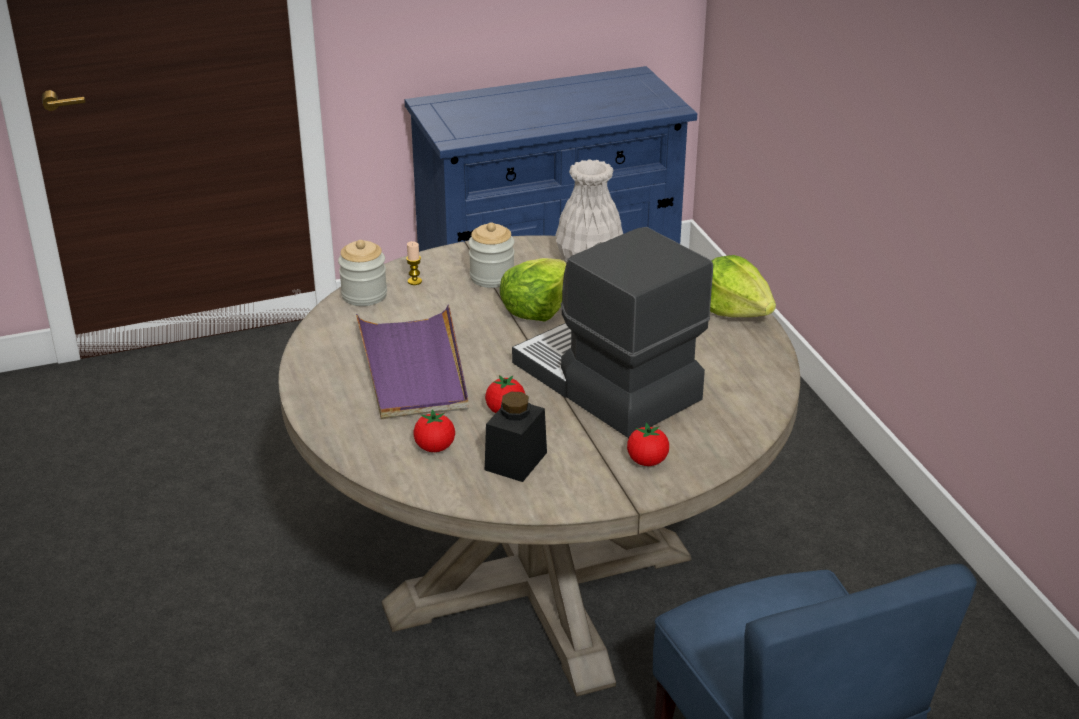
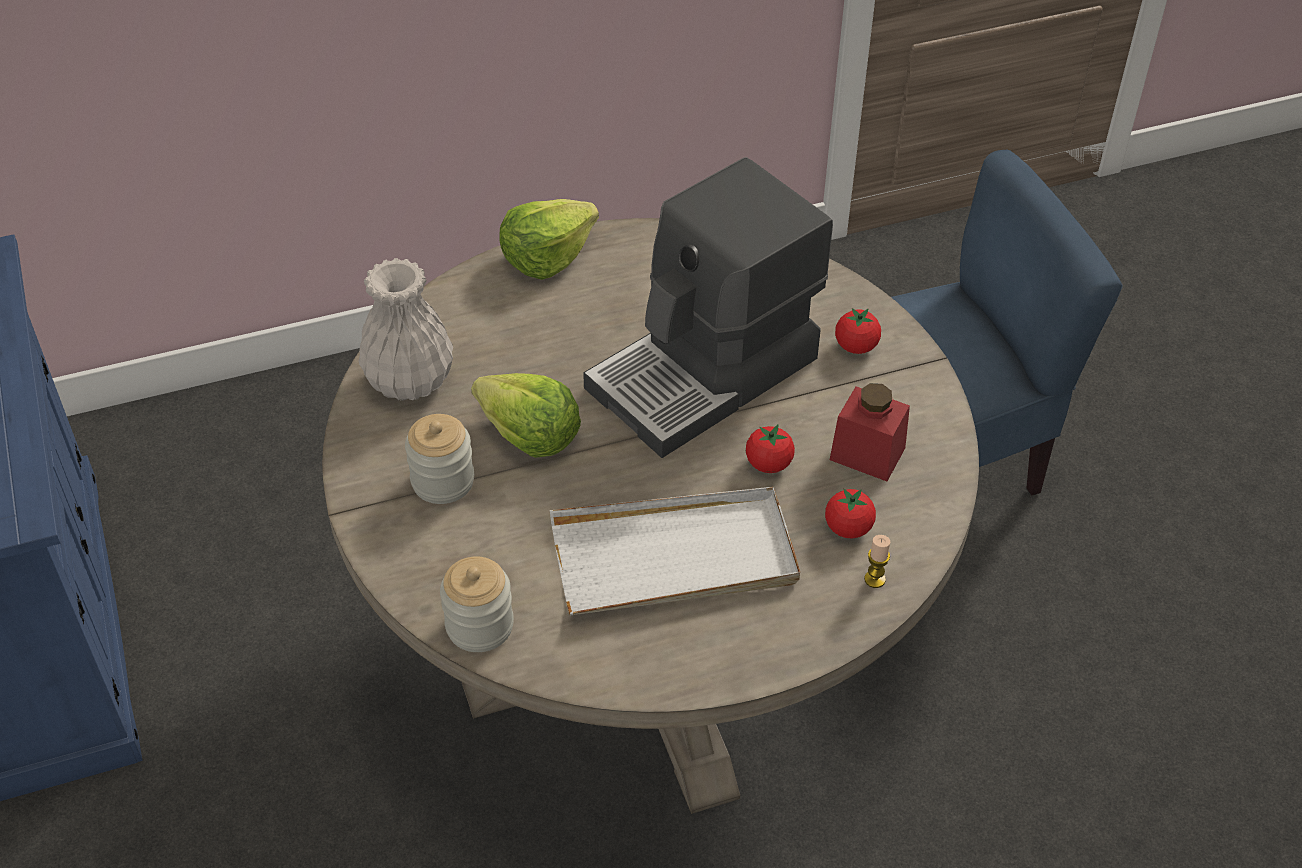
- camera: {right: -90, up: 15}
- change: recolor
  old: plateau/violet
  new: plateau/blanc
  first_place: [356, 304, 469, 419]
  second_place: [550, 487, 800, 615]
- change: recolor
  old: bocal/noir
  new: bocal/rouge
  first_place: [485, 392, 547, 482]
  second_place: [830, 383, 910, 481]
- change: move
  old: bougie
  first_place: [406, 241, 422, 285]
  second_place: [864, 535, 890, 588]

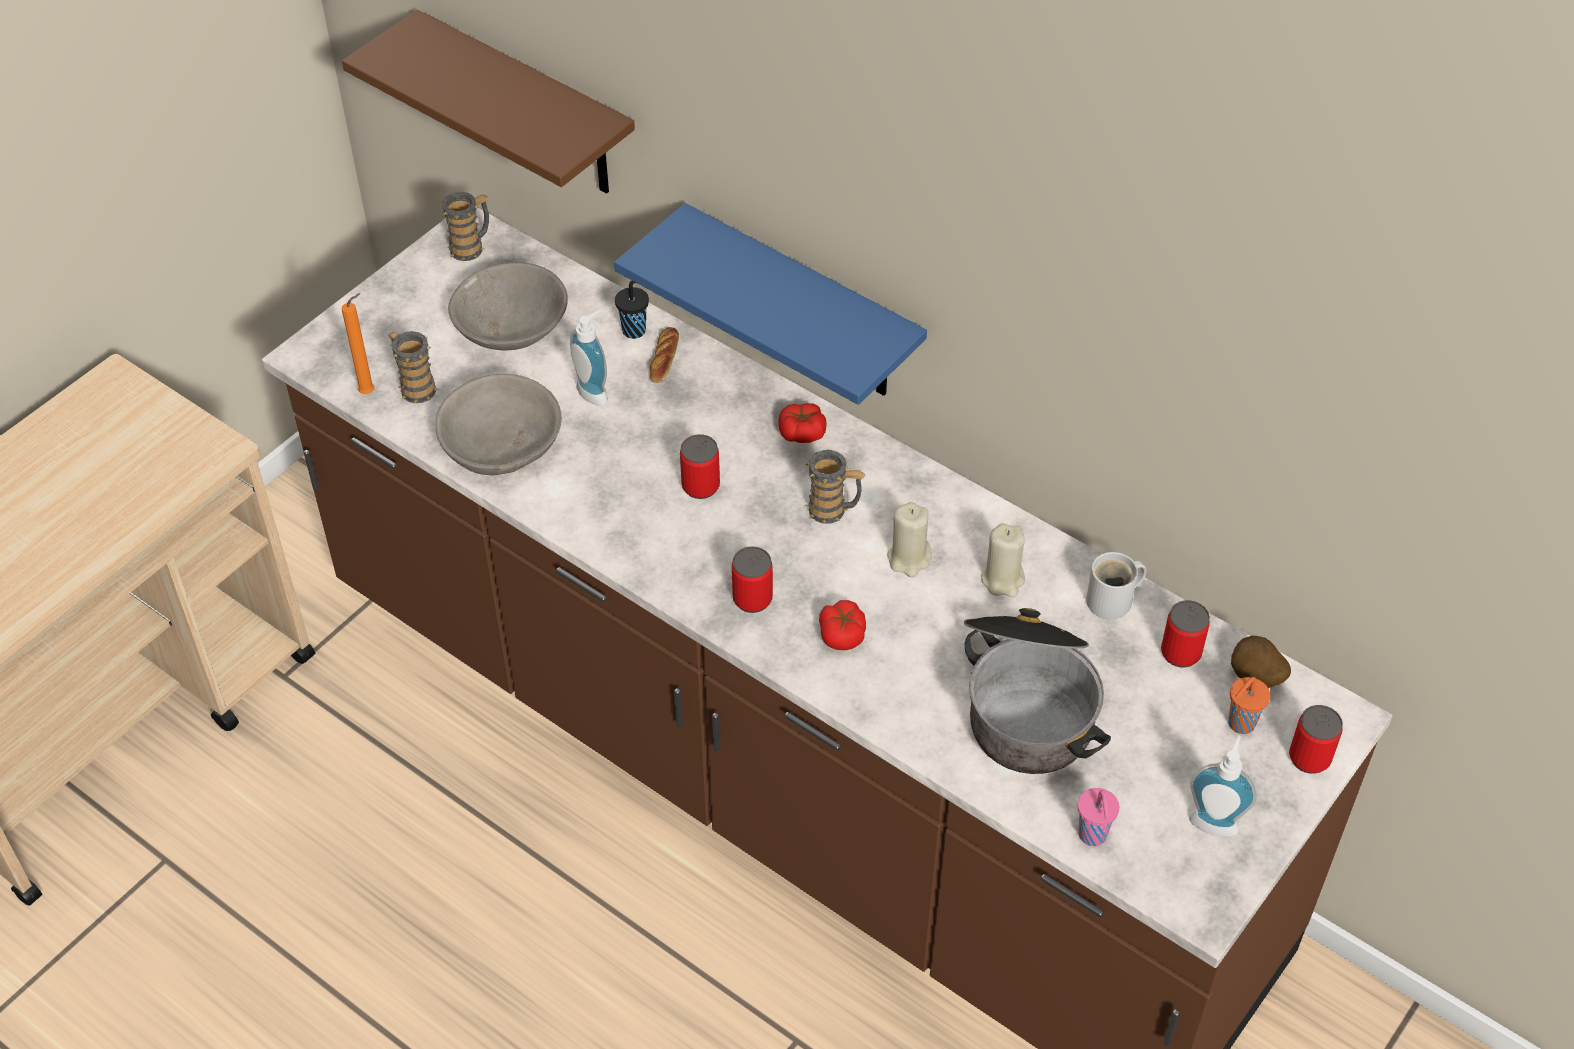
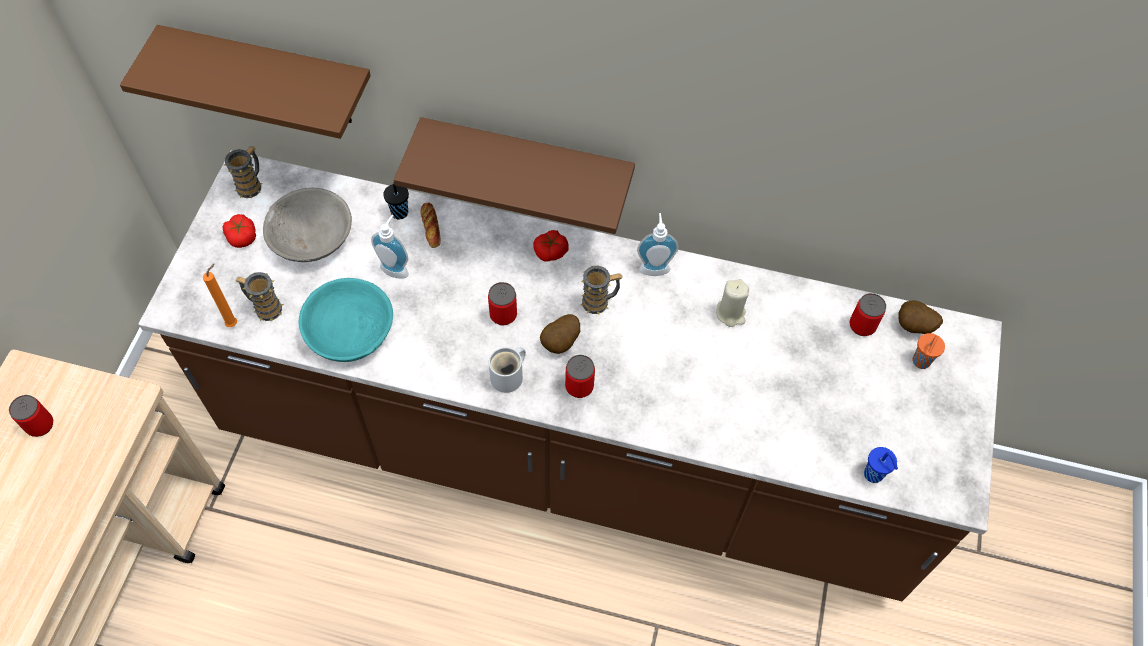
- camera: {right: -25, up: 10}
- change: move
  old: boîte métallique
  first_place: [1289, 705, 1343, 774]
  second_place: [9, 395, 53, 437]
- change: move
  old: tomate
  first_place: [819, 600, 866, 650]
  second_place: [223, 214, 256, 248]
- change: recolor
  old: bol/gris
  new: bol/turquoise
  first_place: [435, 374, 562, 475]
  second_place: [299, 278, 393, 362]
- change: recolor
  old: étagère/bleu
  new: étagère/marron
  first_place: [614, 203, 927, 405]
  second_place: [394, 117, 635, 234]
- change: move
  old: mug/blanc
  first_place: [1086, 552, 1147, 619]
  second_place: [489, 347, 526, 393]
- change: insert
  new: pomme de terre
  second_place: [540, 314, 580, 354]
- change: move
  old: distributeur de savon
  first_place: [1189, 735, 1257, 837]
  second_place: [637, 213, 679, 276]
- change: recolor
  old: tasse/rose
  new: tasse/bleu
  first_place: [1078, 788, 1119, 846]
  second_place: [864, 447, 898, 483]
- change: delete
  old: bougie/beige
  first_place: [887, 502, 932, 577]
- change: delete
  old: marmite
  first_place: [964, 608, 1111, 774]

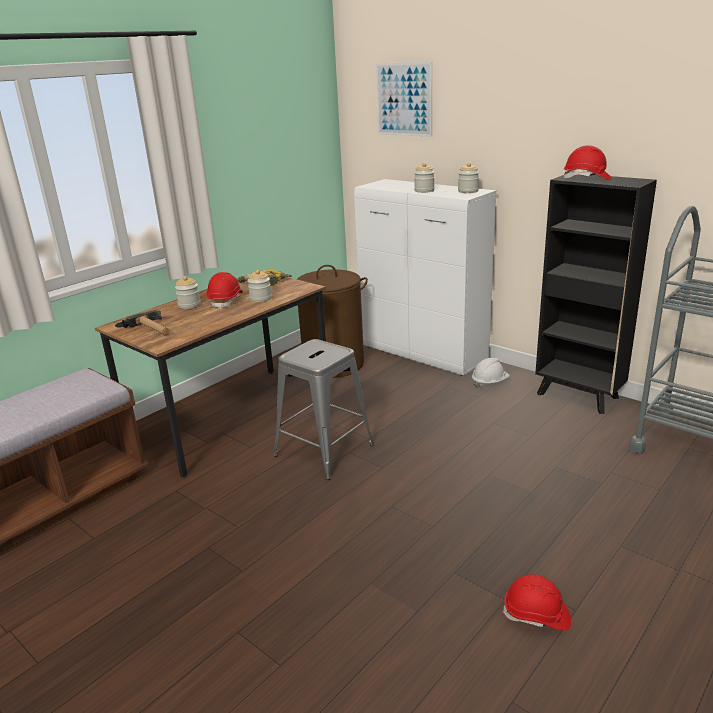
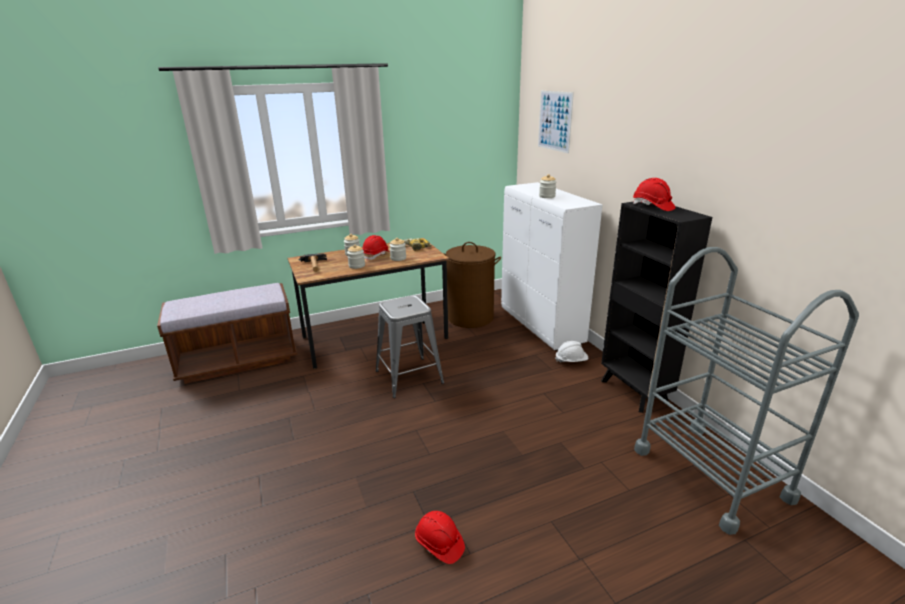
- camera: {right: 25, up: 0}
- change: move
  old: bocal
  first_place: [458, 163, 479, 193]
  second_place: [347, 245, 365, 269]

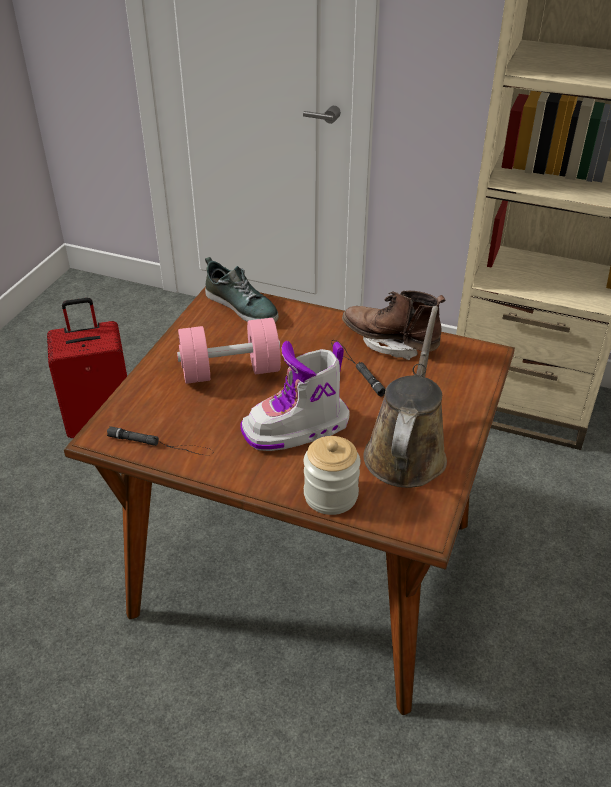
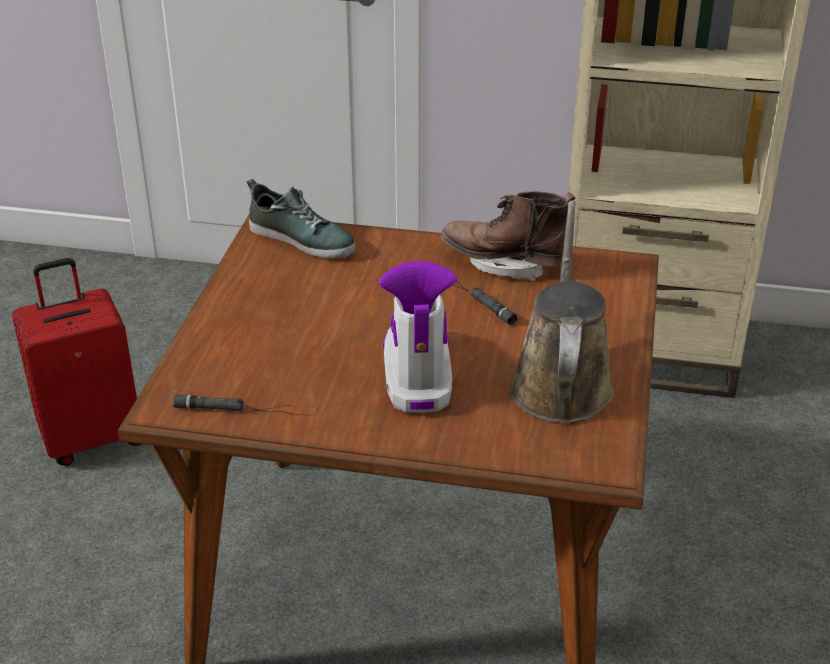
- camera: {right: -10, up: -5}
- change: rotate
  old: botte
  first_place: [240, 341, 350, 451]
  second_place: [379, 261, 458, 413]
  degrees: 120
- change: delete
  old: haltère/rose
  first_place: [177, 318, 281, 384]
- change: delete
  old: bocal
  first_place: [304, 436, 360, 515]

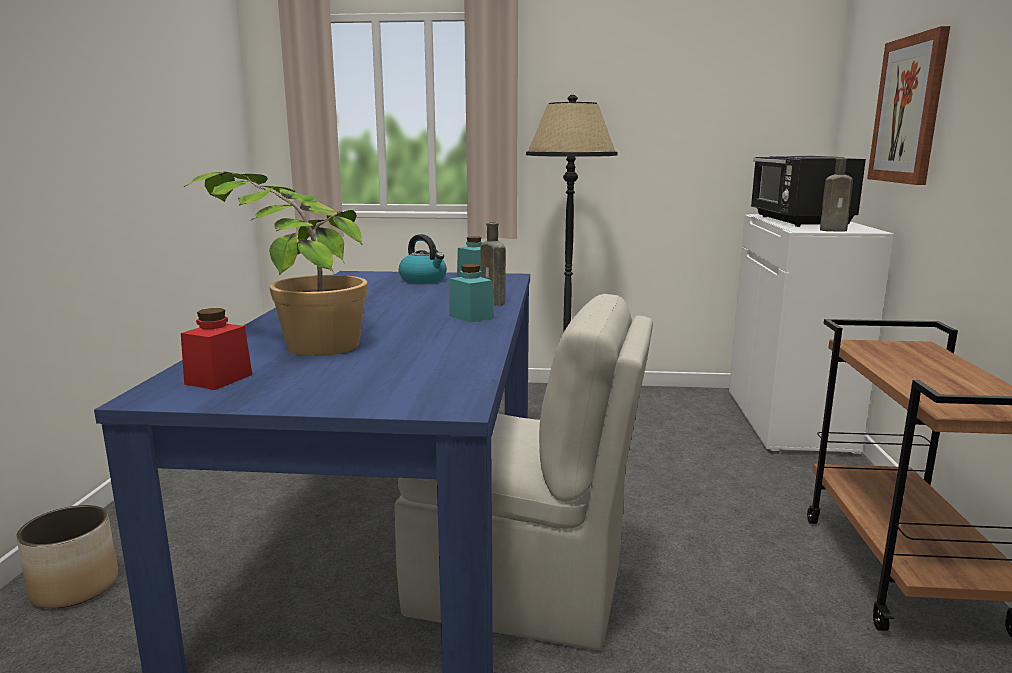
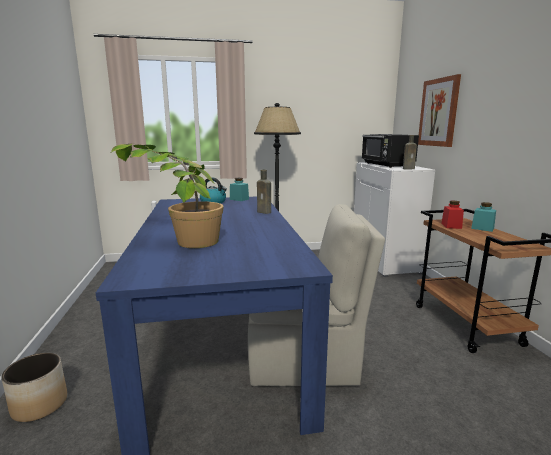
- camera: {right: -15, up: 0}
- change: move
  old: bocal/rouge
  first_place: [181, 308, 252, 390]
  second_place: [441, 200, 464, 229]
- change: move
  old: bocal/turquoise
  first_place: [449, 264, 494, 323]
  second_place: [471, 202, 496, 232]

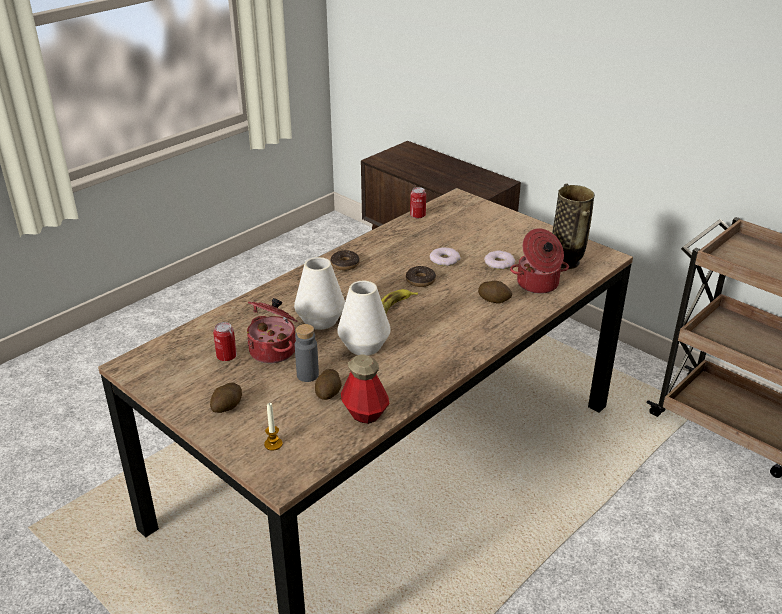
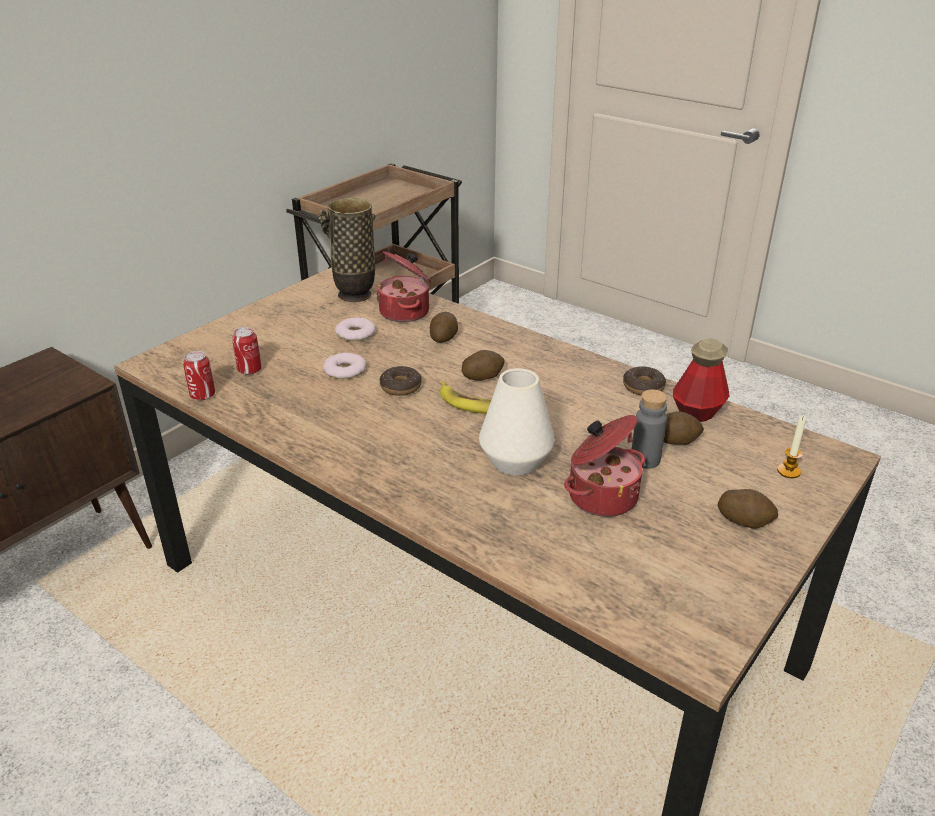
- camera: {right: -95, up: 0}
- change: move
  old: boîte métallique
  first_place: [213, 322, 237, 361]
  second_place: [232, 327, 262, 375]
- change: insert
  new: pomme de terre
  second_place: [462, 350, 505, 381]
- change: move
  old: beignet
  first_place: [330, 250, 360, 271]
  second_place: [623, 366, 666, 396]
- change: delete
  old: vase/blanc
  first_place: [337, 281, 391, 356]

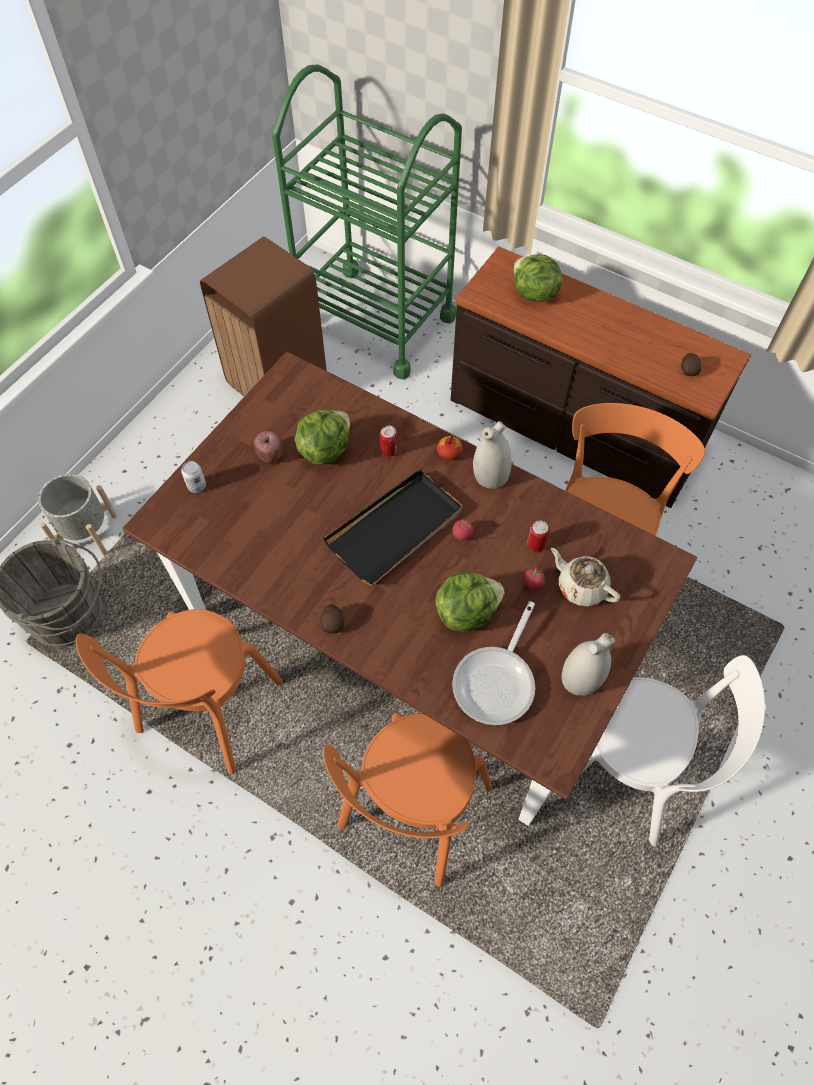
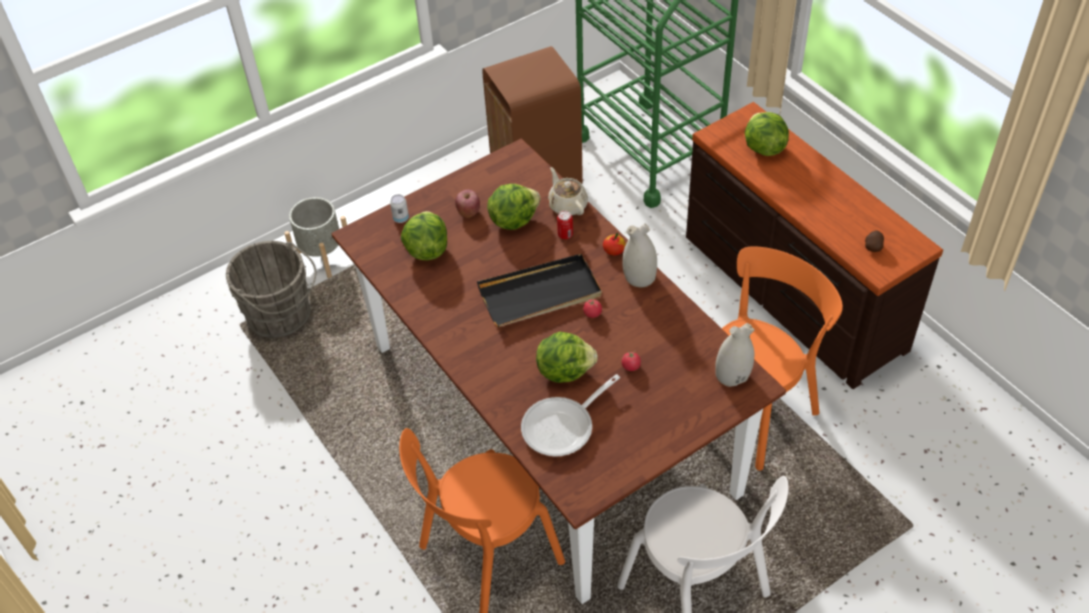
- camera: {right: 25, up: -10}
- change: insert
  new: laitue
  second_place: [401, 211, 447, 260]
- change: move
  old: théière/beige
  first_place: [551, 548, 620, 607]
  second_place: [548, 167, 588, 215]
- change: move
  old: vase/blanc
  first_place: [562, 633, 615, 696]
  second_place: [715, 323, 755, 387]
- change: delete
  old: chaise/orange
  first_place: [76, 609, 282, 774]
- change: delete
  old: pomme de terre
  first_place: [320, 604, 344, 634]
- change: delete
  old: boîte métallique
  first_place: [527, 521, 550, 552]

